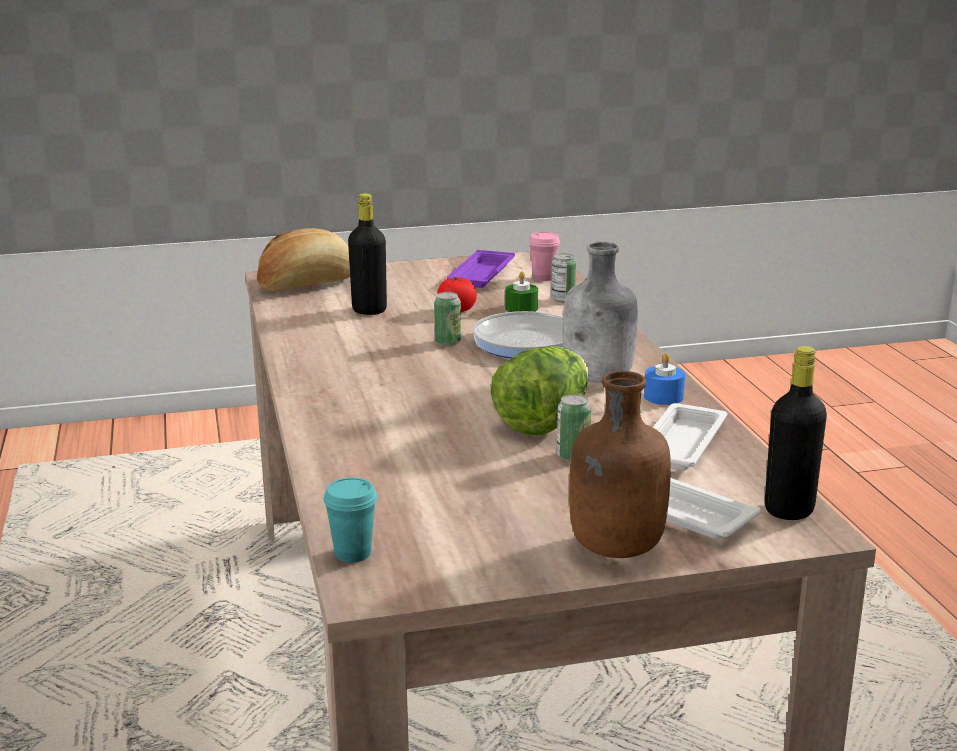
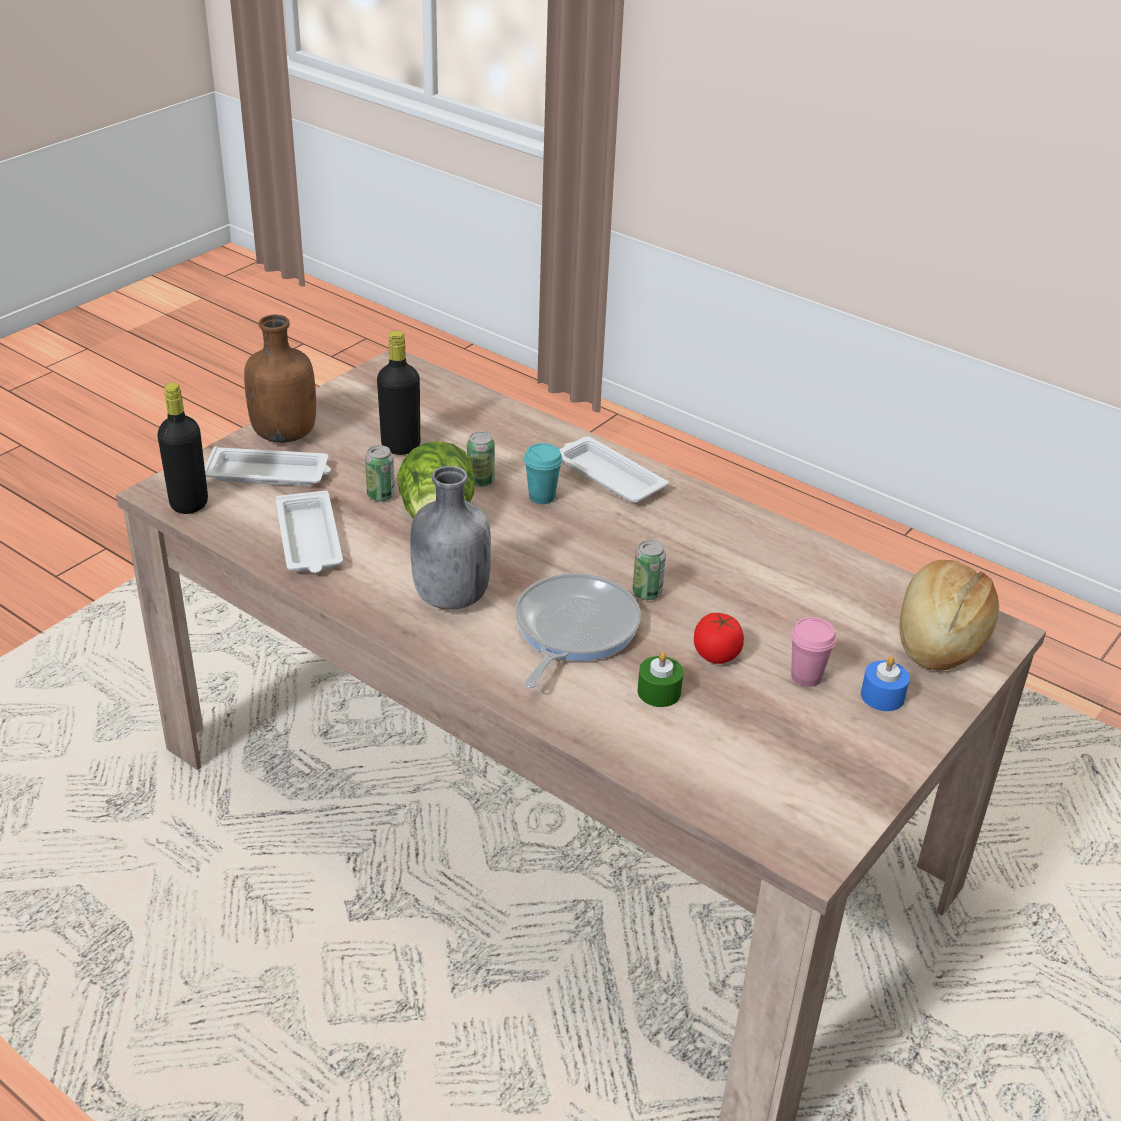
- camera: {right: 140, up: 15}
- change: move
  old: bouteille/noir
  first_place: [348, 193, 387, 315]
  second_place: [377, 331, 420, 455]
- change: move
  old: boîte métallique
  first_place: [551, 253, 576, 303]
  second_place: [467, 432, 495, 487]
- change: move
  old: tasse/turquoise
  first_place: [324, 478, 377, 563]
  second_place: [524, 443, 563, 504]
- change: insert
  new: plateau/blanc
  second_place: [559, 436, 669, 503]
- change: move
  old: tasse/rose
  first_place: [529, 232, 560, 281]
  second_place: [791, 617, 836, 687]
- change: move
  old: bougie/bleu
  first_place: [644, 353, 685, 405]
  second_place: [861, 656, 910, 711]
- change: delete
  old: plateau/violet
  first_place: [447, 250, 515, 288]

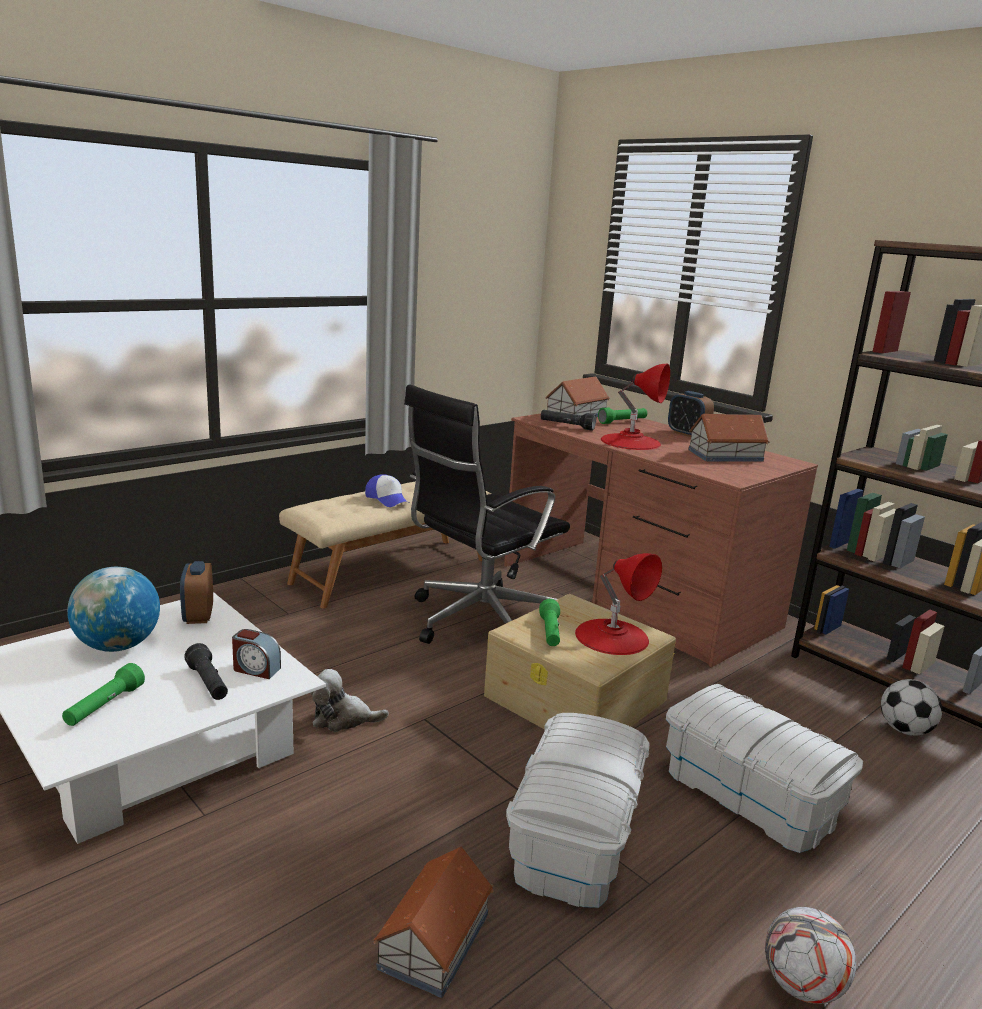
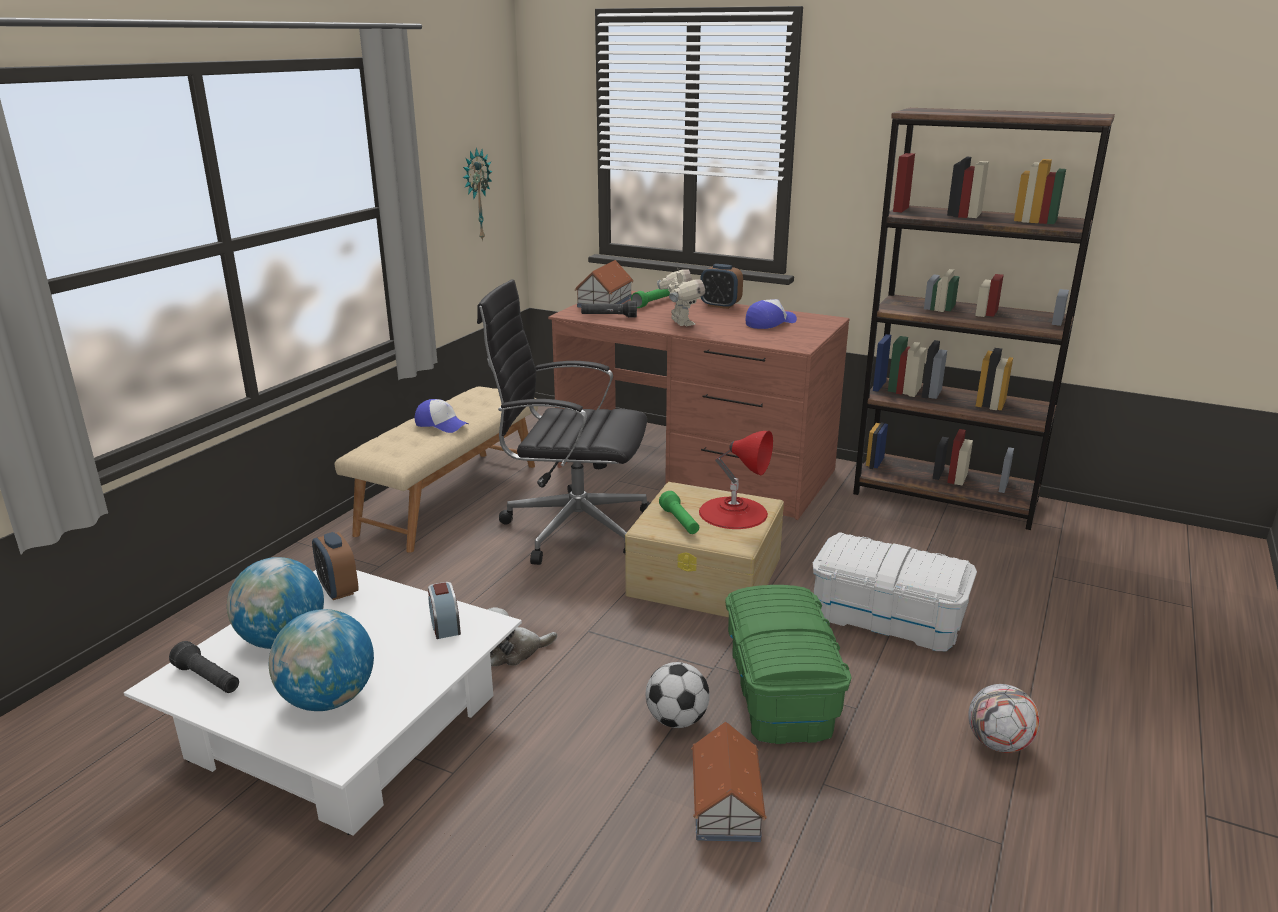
- camera: {right: -20, up: 5}
- change: move
  old: lampe de poche/noir
  first_place: [184, 643, 228, 700]
  second_place: [169, 641, 239, 693]
- change: replace
  old: lampe de poche/vert
  new: globe
  first_place: [62, 663, 145, 726]
  second_place: [269, 609, 374, 711]
- change: rotate
  old: réveil
  first_place: [232, 629, 281, 679]
  second_place: [428, 582, 461, 639]
  degrees: 75
- change: insert
  new: horloge murale
  second_place: [463, 147, 493, 241]
- change: rotate
  old: chaise de bureau/noir
  first_place: [404, 384, 570, 644]
  second_place: [477, 279, 650, 565]
  degrees: 75
- change: move
  old: ballon de foot
  first_place: [881, 679, 942, 736]
  second_place: [646, 662, 710, 728]
- change: replace
  old: lampe de table/rouge
  new: robot jouet
  first_place: [601, 364, 670, 450]
  second_place: [657, 268, 705, 326]
- change: recolor
  old: boîte de rangement/blanc
  new: boîte de rangement/vert
  first_place: [506, 713, 650, 908]
  second_place: [726, 585, 851, 744]
- change: replace
  old: maison miniature
  new: casquette
  first_place: [688, 414, 770, 462]
  second_place: [745, 299, 797, 329]

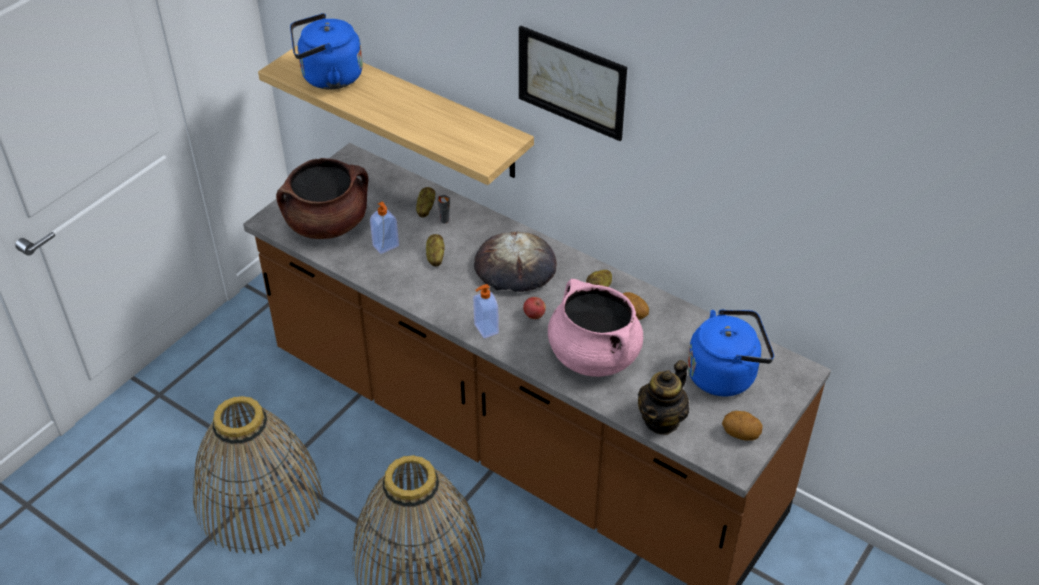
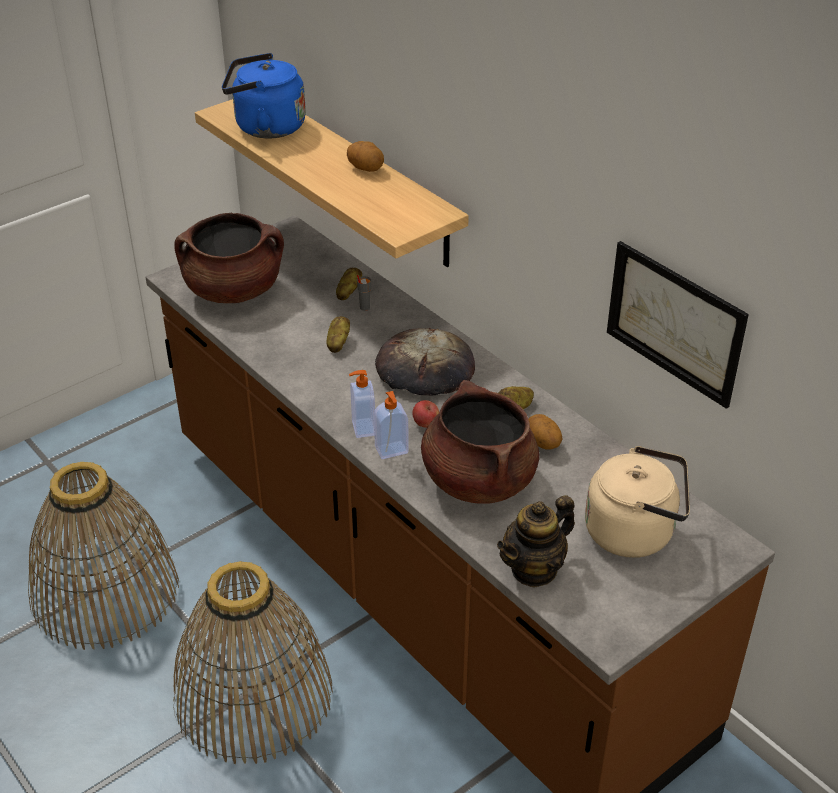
- camera: {right: 15, up: -5}
- change: move
  old: pomme de terre
  first_place: [722, 411, 763, 441]
  second_place: [347, 141, 384, 172]
- change: move
  old: distributeur de savon
  first_place: [370, 202, 399, 254]
  second_place: [374, 391, 409, 459]
- change: recolor
  old: marmite/rose
  new: marmite/marron
  first_place: [548, 279, 643, 377]
  second_place: [421, 380, 539, 504]
- change: recolor
  old: bouilloire/bleu
  new: bouilloire/beige
  first_place: [687, 309, 774, 396]
  second_place: [585, 446, 690, 558]
- change: move
  old: tableau
  first_place: [519, 26, 627, 141]
  second_place: [607, 241, 749, 409]

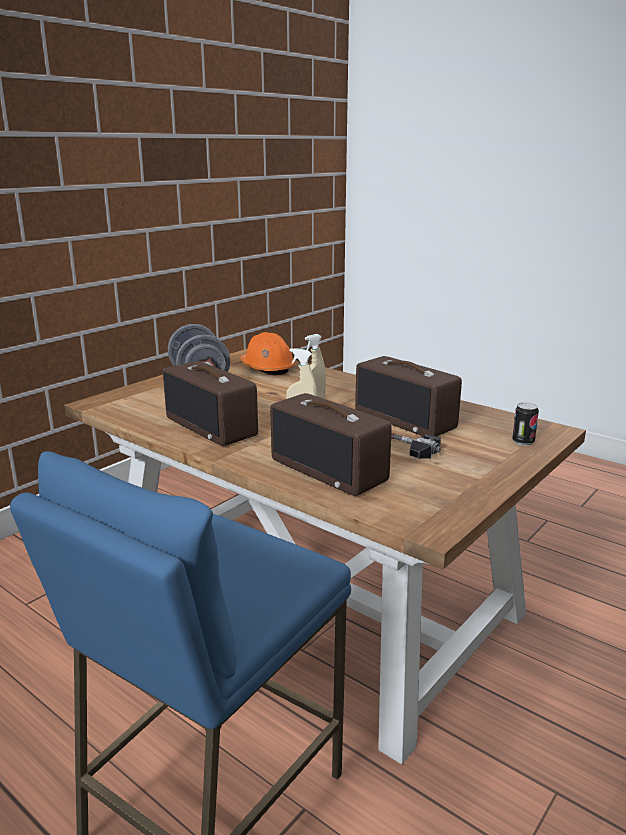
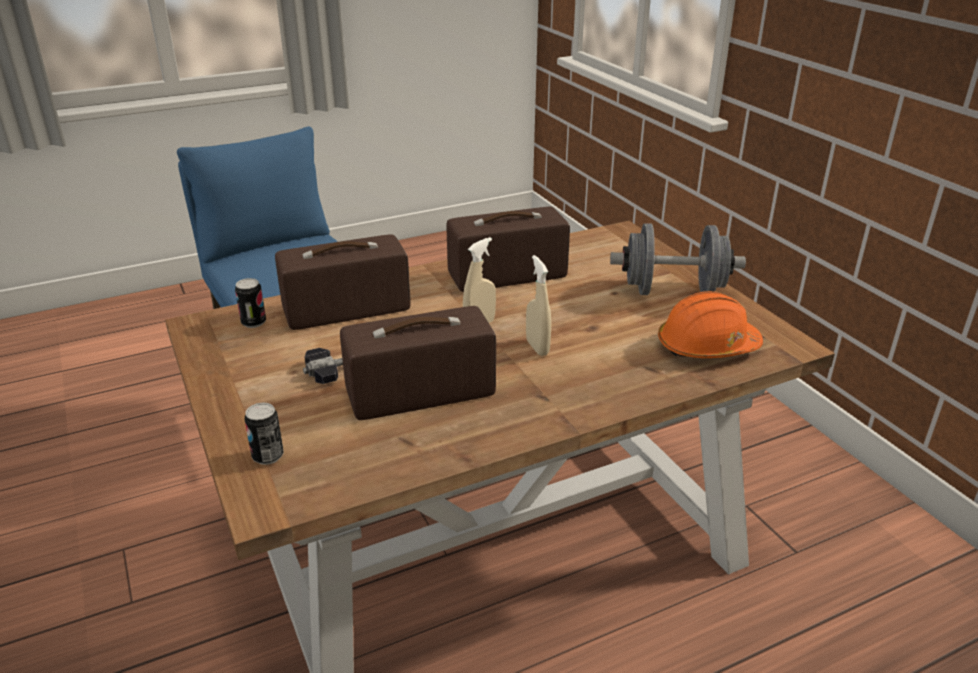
- camera: {right: 115, up: 10}
- change: insert
  new: boîte métallique
  second_place: [235, 278, 266, 328]

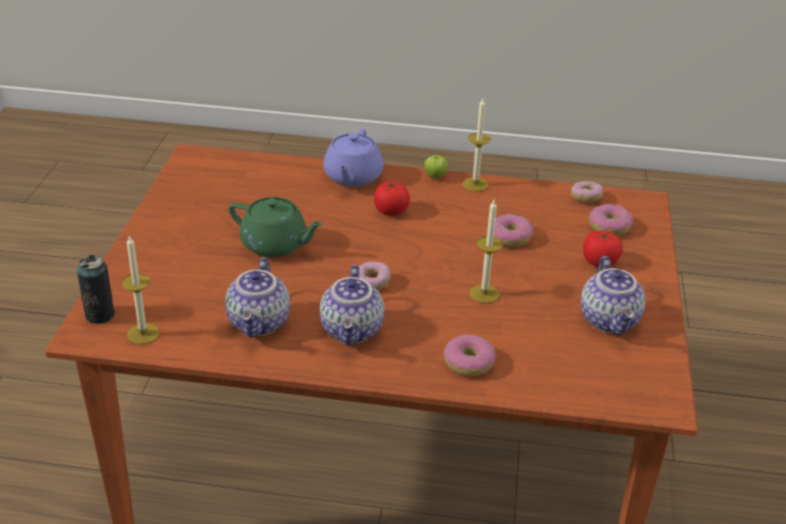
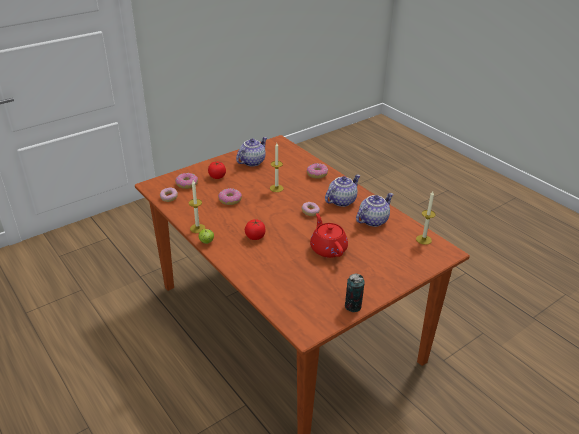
- camera: {right: -135, up: 0}
- change: recolor
  old: théière/vert
  new: théière/rouge
  first_place: [229, 197, 324, 257]
  second_place: [310, 213, 348, 258]
- change: move
  old: boîte métallique
  first_place: [77, 255, 115, 324]
  second_place: [345, 274, 365, 312]
- change: delete
  old: théière/violet
  first_place: [323, 129, 384, 187]

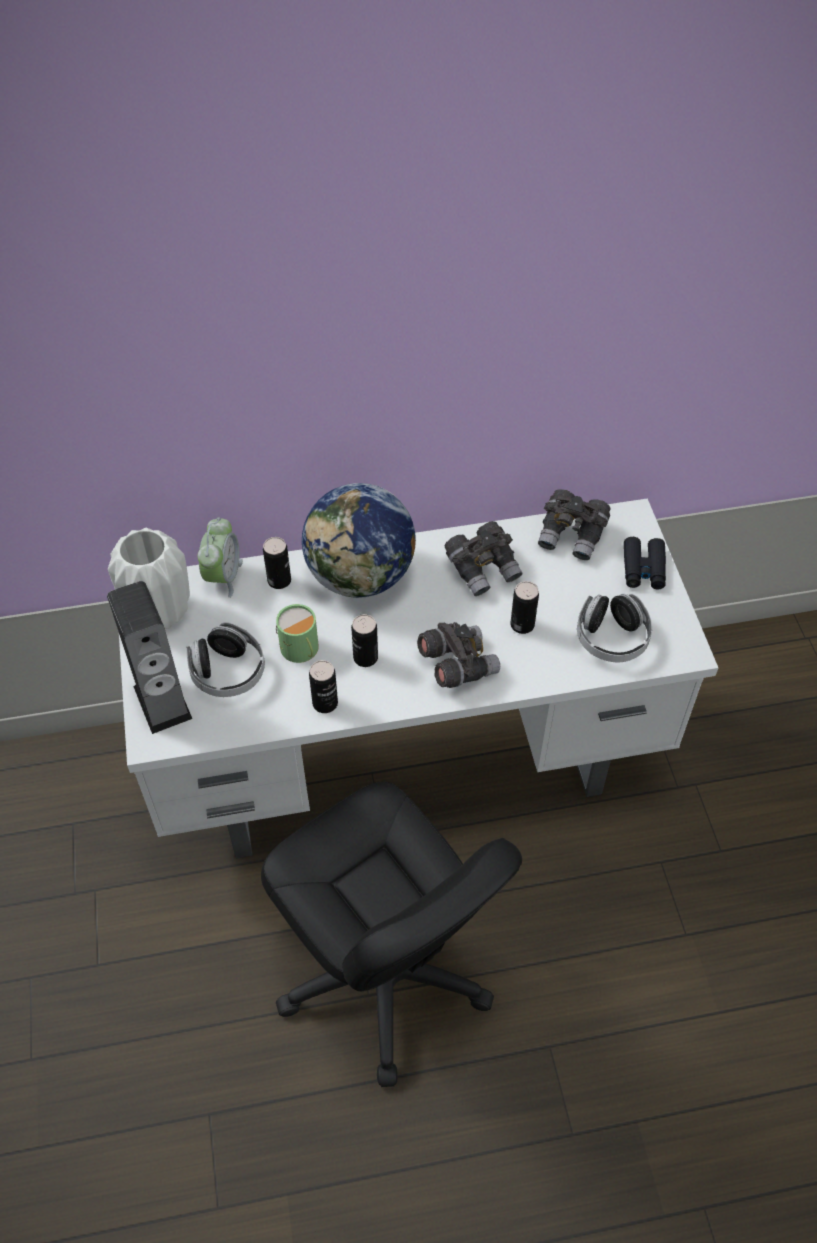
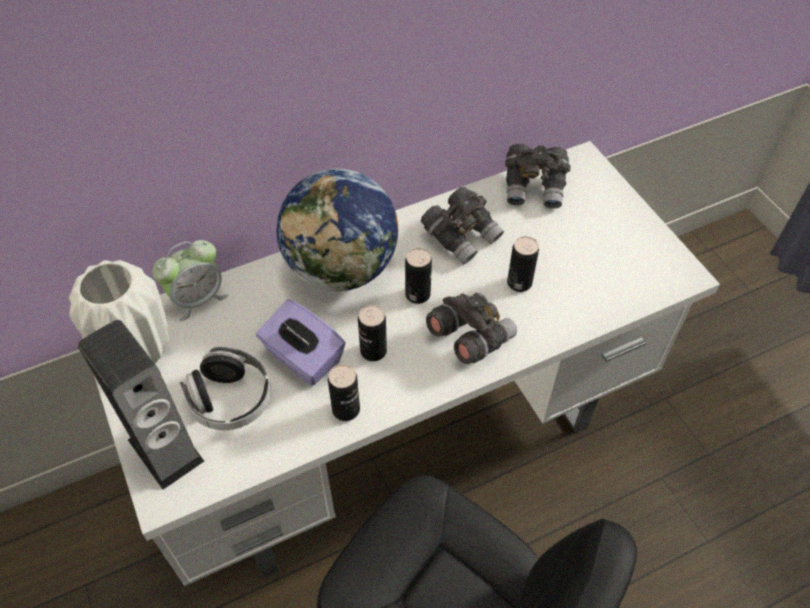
- camera: {right: -15, up: 0}
- change: rotate
  old: réveil
  first_place: [198, 517, 243, 598]
  second_place: [152, 240, 228, 321]
  degrees: 60
- change: replace
  old: mug/vert
  new: boîte à mouchoirs/violet
  first_place: [276, 604, 319, 663]
  second_place: [256, 299, 345, 386]
- change: move
  old: boîte métallique
  first_place: [263, 537, 291, 589]
  second_place: [405, 248, 432, 304]
- change: delete
  old: casque audio
  first_place: [577, 594, 652, 662]
- change: delete
  old: jumelles/noir
  first_place: [624, 537, 666, 589]

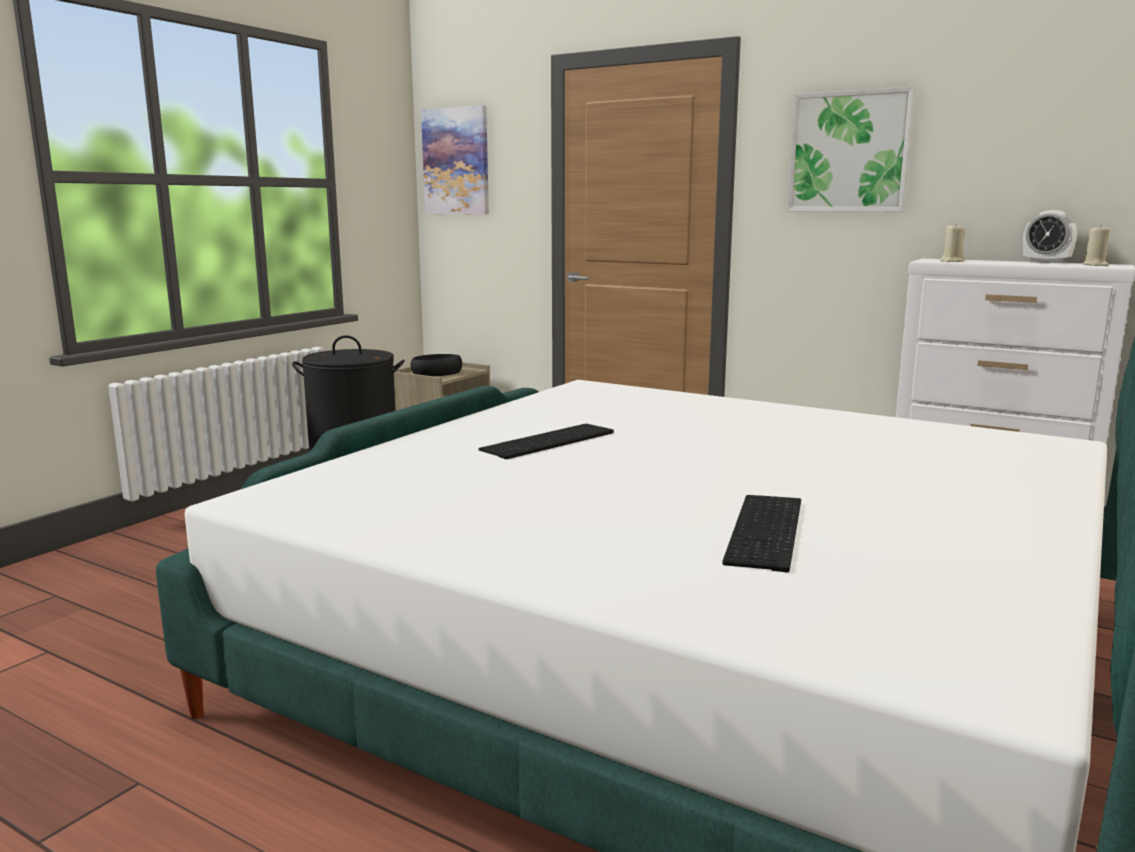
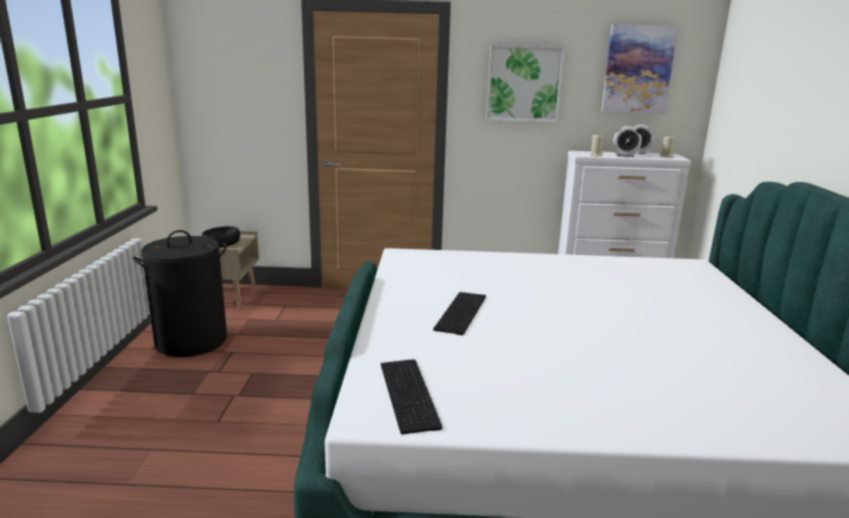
- camera: {right: -30, up: 5}
- change: move
  old: clavier
  first_place: [722, 495, 801, 572]
  second_place: [381, 359, 442, 434]
- change: move
  old: tableau
  first_place: [421, 105, 489, 215]
  second_place: [601, 24, 678, 114]
- change: insert
  new: réveil
  second_place: [613, 126, 642, 157]

